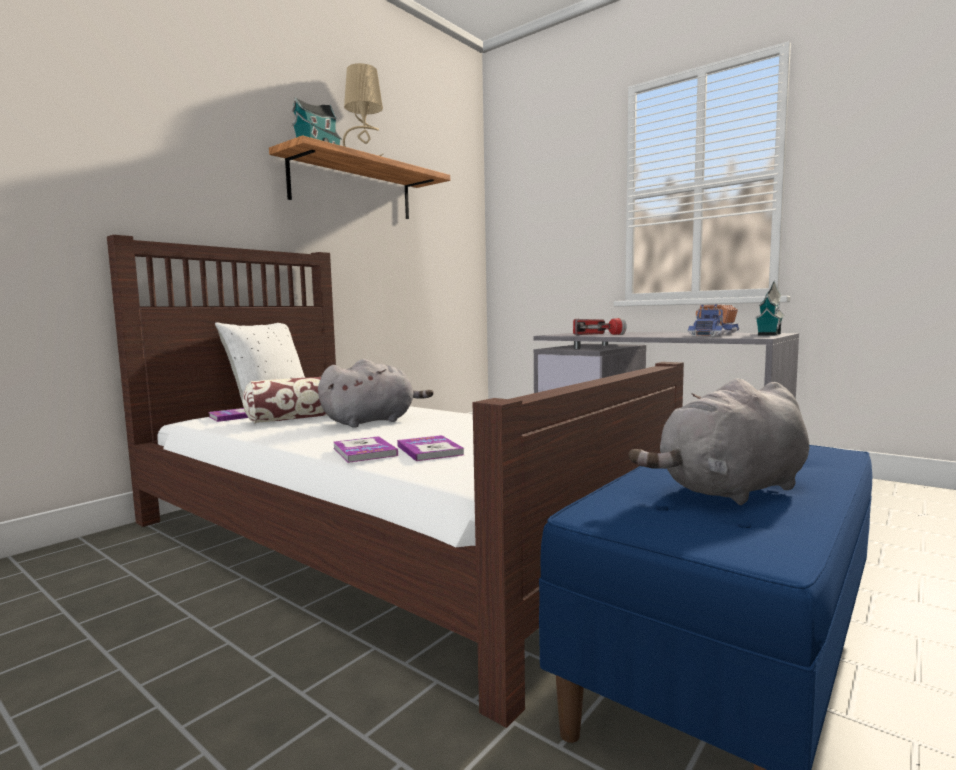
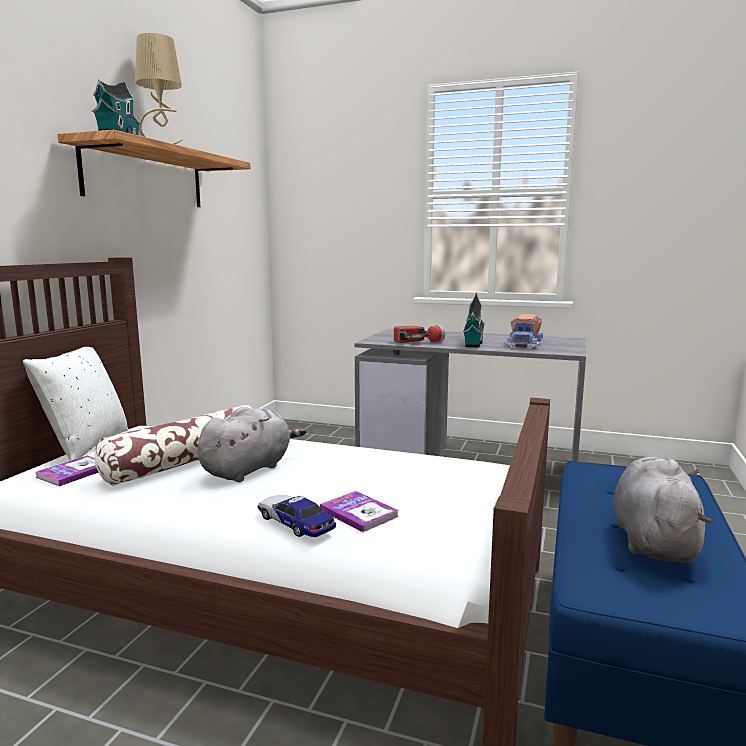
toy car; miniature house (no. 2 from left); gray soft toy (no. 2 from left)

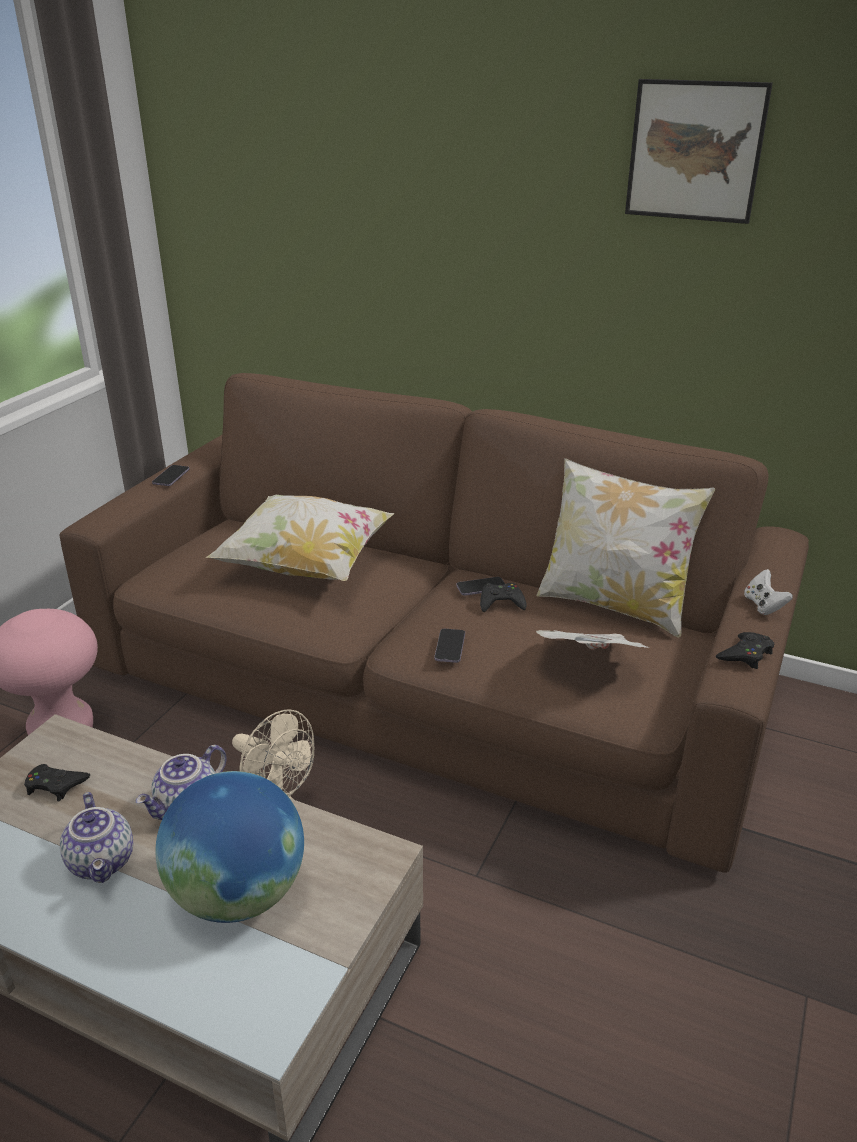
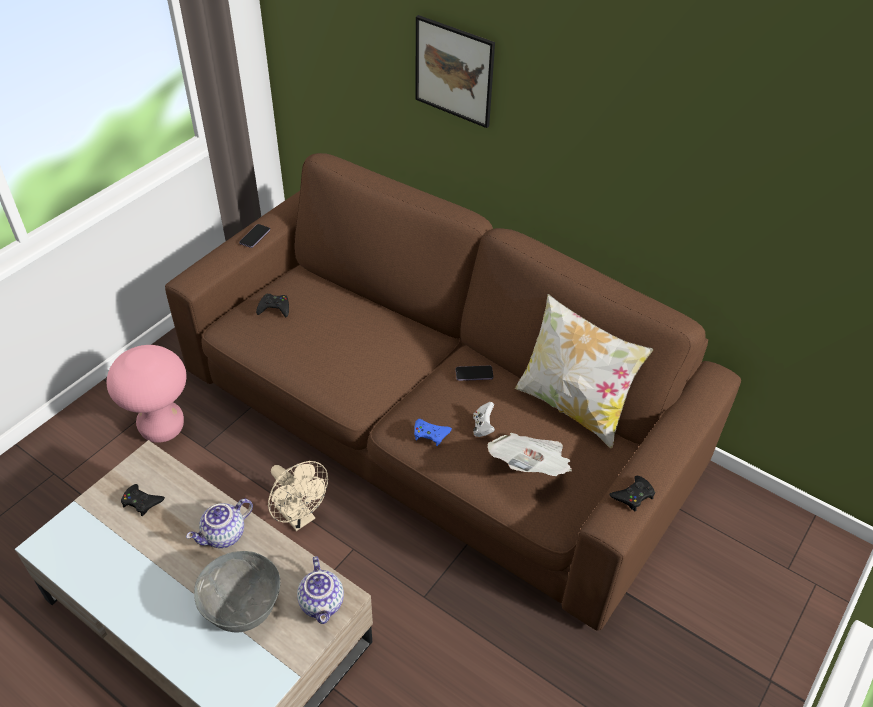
gray serving bowl; blackish gamepad (no. 2 from left); teapot (no. 2 from left); blue-coloured gamepad; picture; white gamepad; pillow (no. 1 from left in the first image)

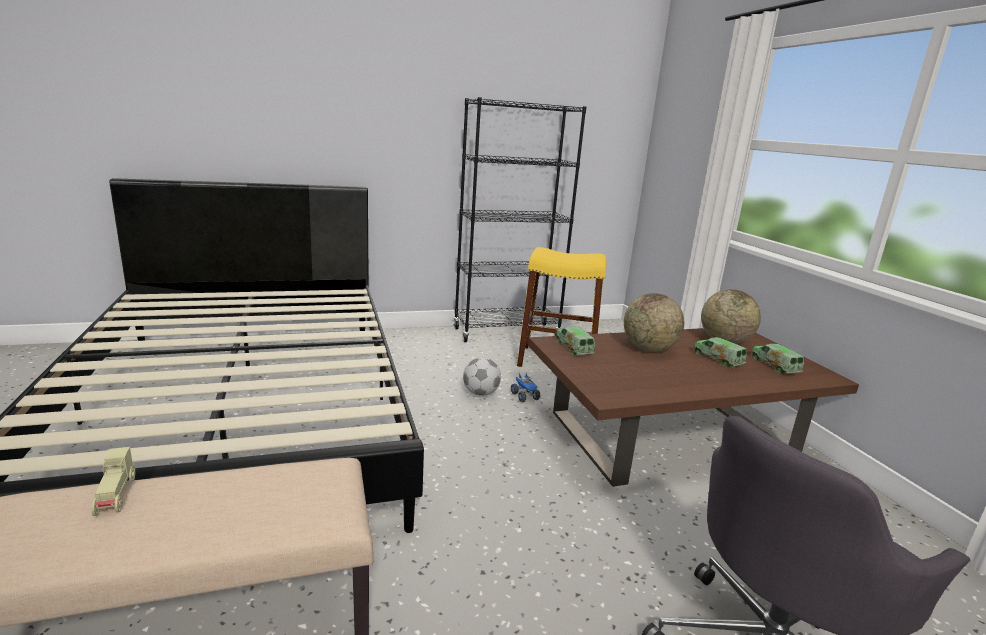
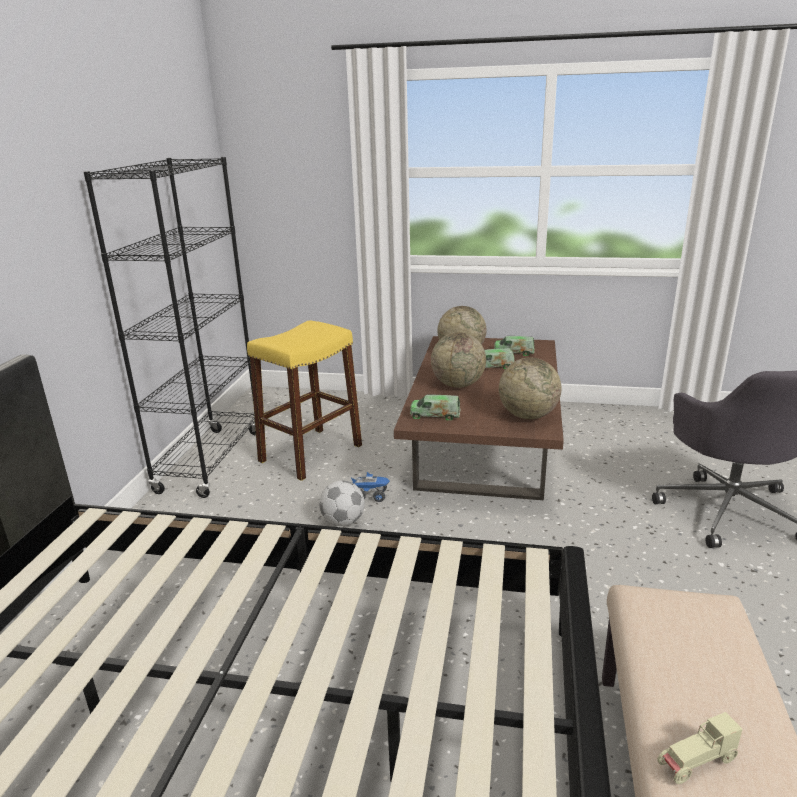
globe (no. 3 from left); beige-coloured toy car

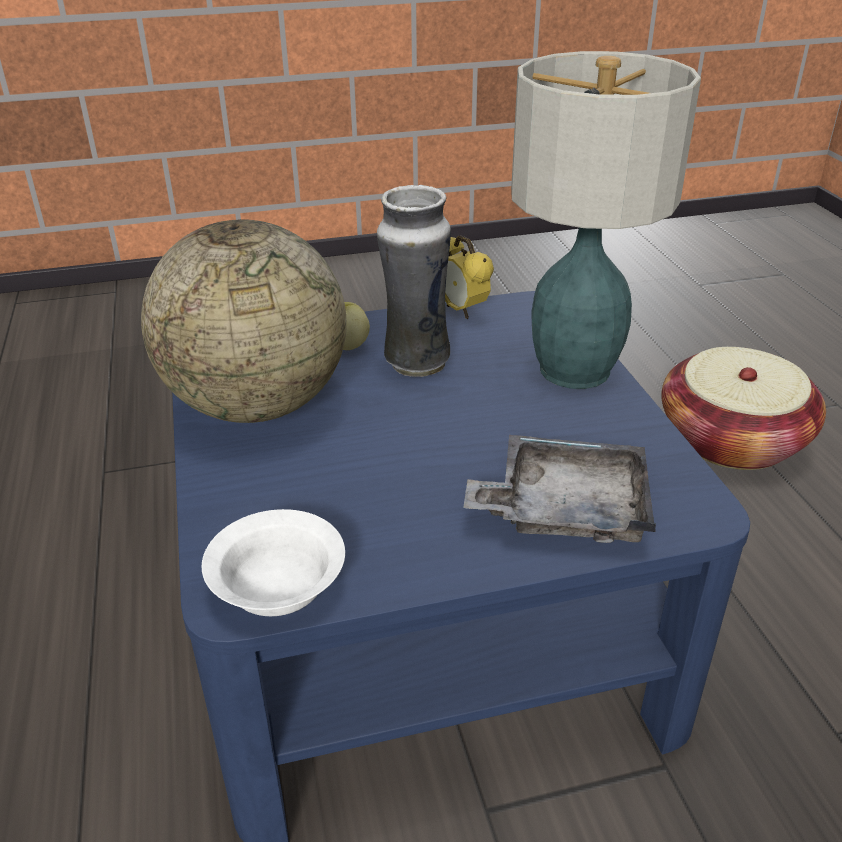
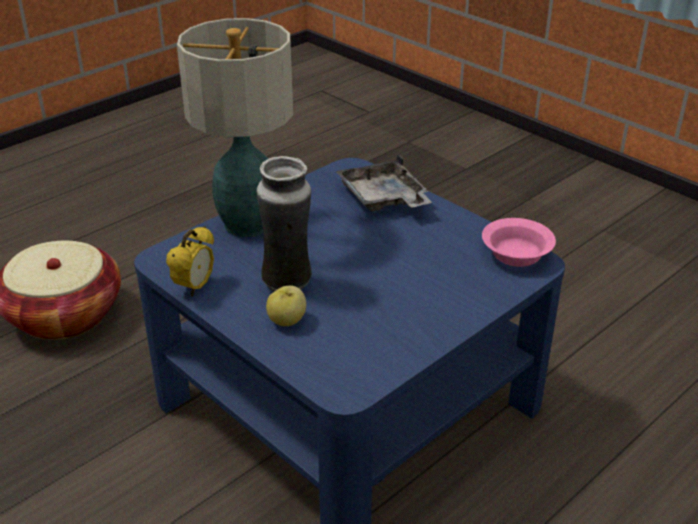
pink serving bowl; globe

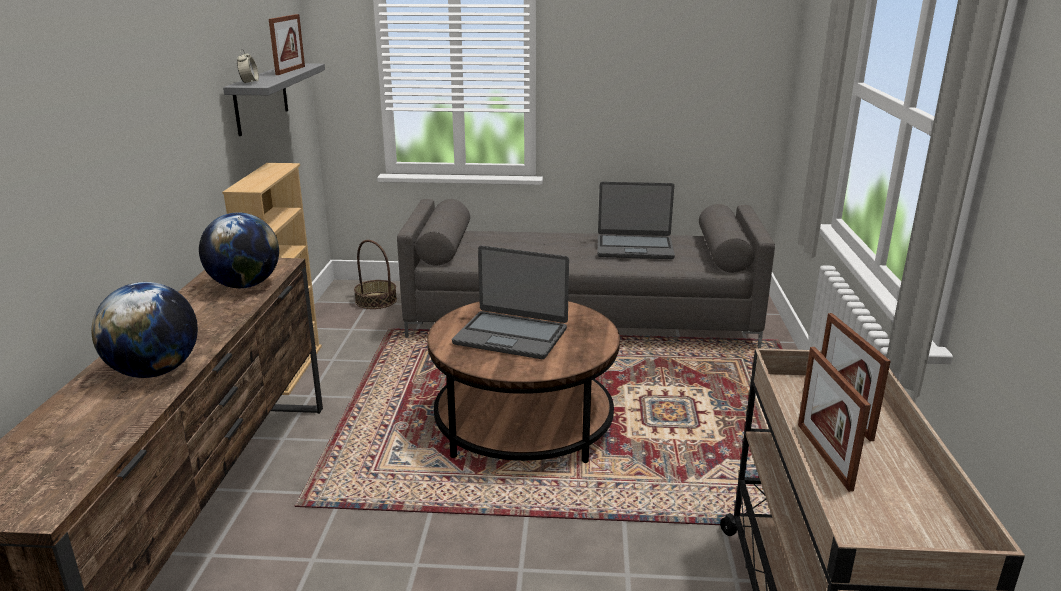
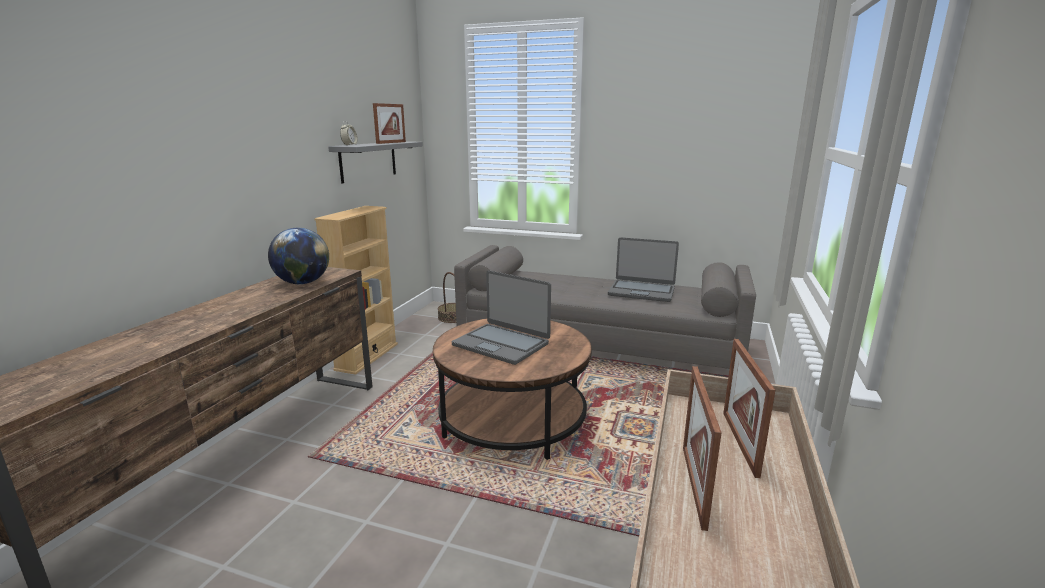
globe (no. 1 from left in the first image)

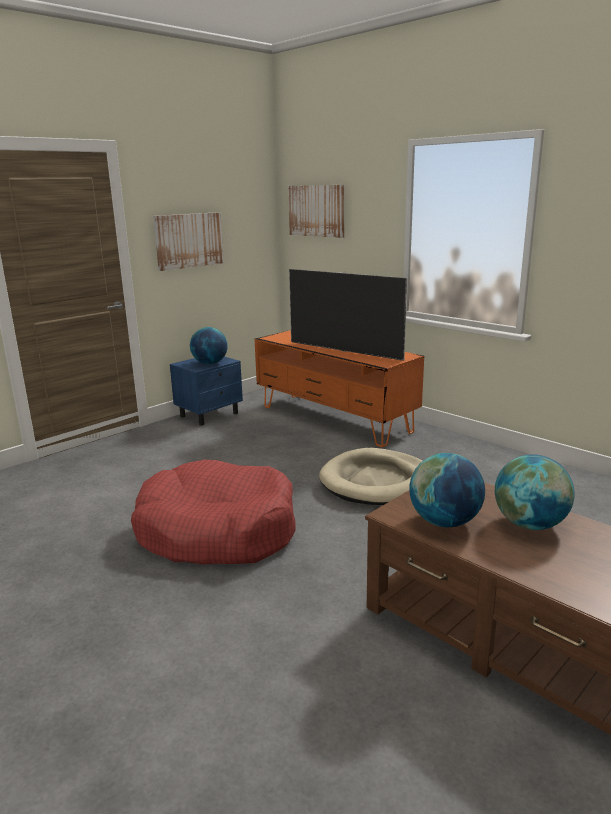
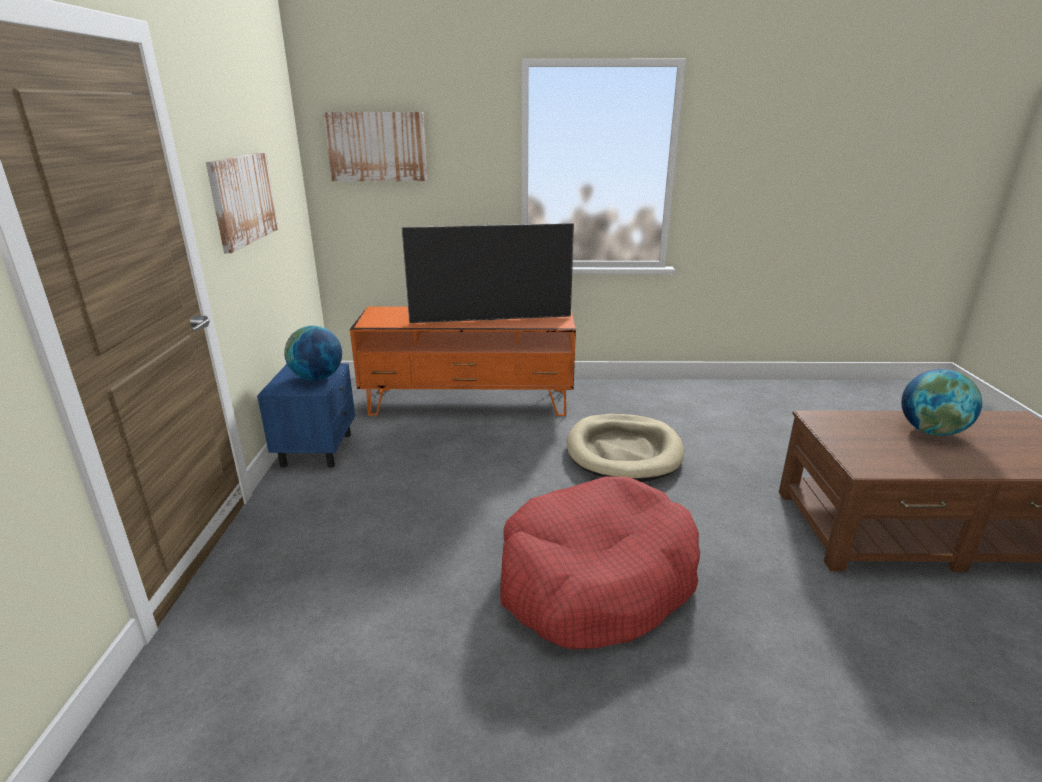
globe (no. 2 from left in the first image)

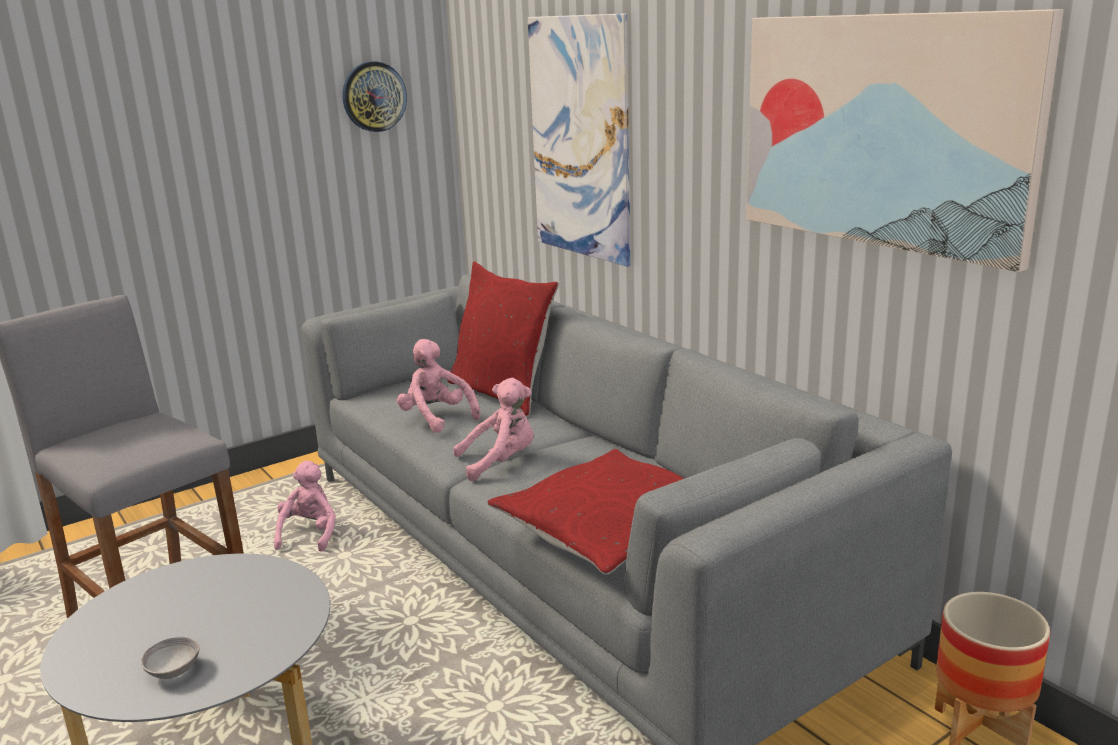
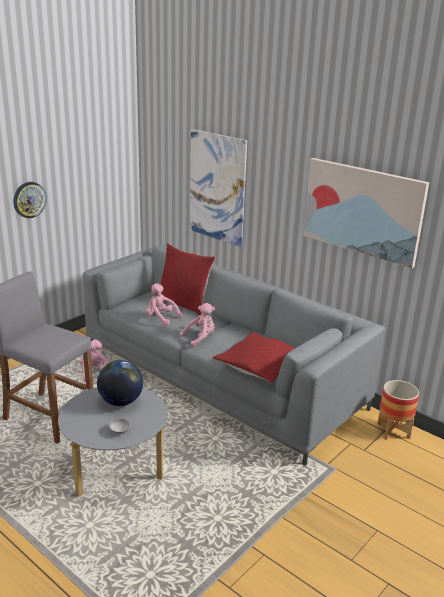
wall clock; globe

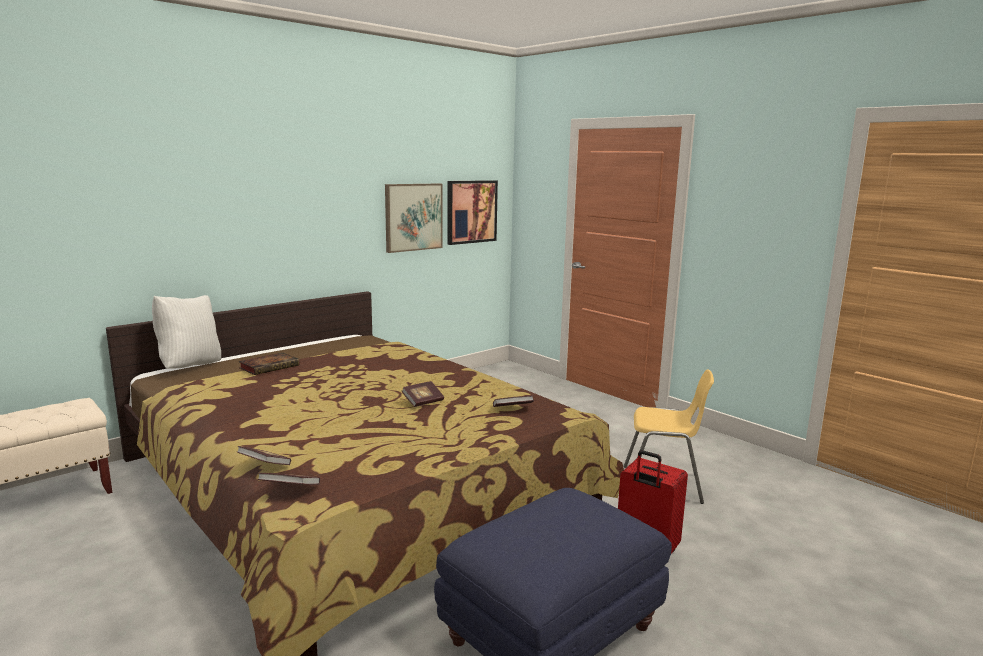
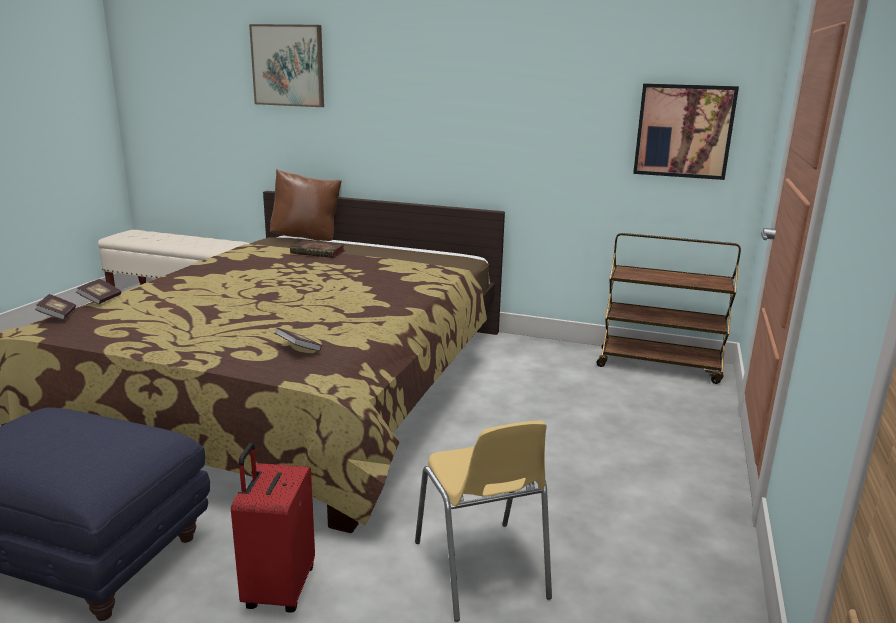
picture (no. 1 from left); brown-coloured pillow; brown-coloured trolley; bound book (no. 4 from left in the first image)

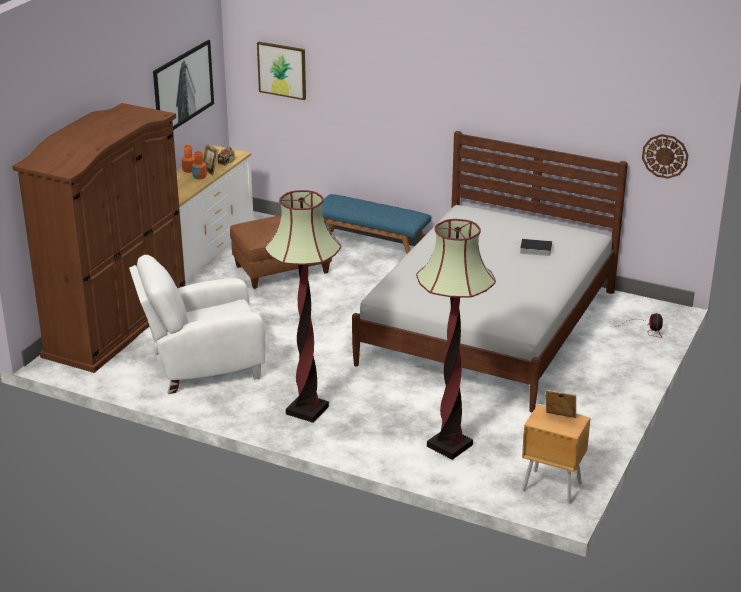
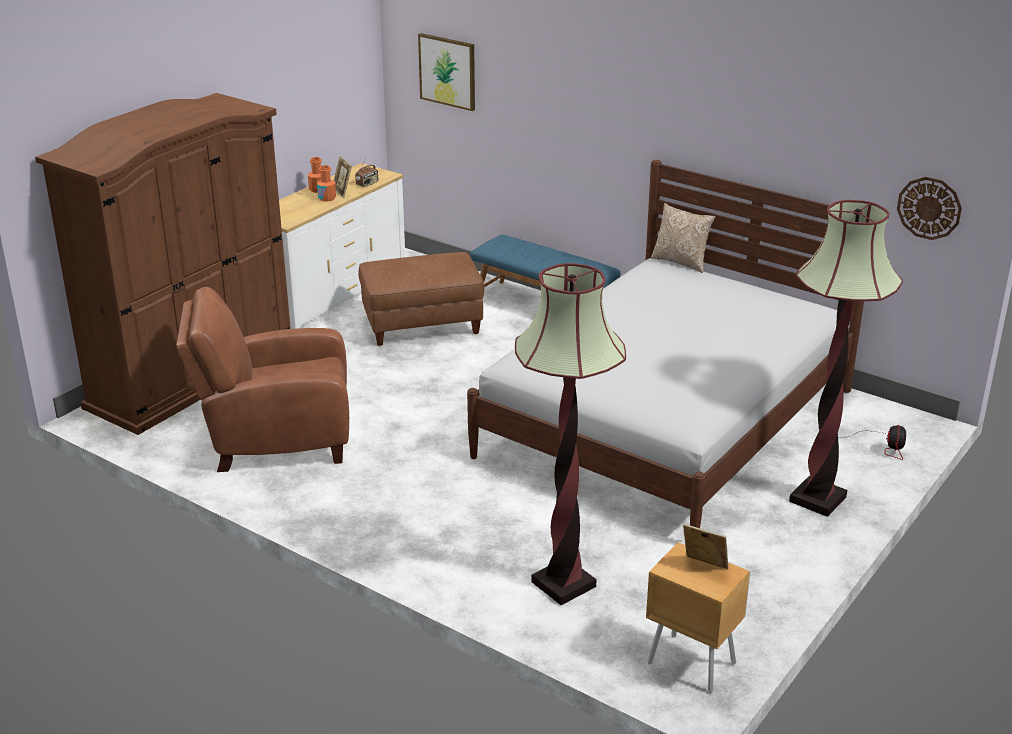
brown-coloured lounge chair; pillow; standard lamp (no. 2 from left); picture (no. 1 from left in the first image); bound book

